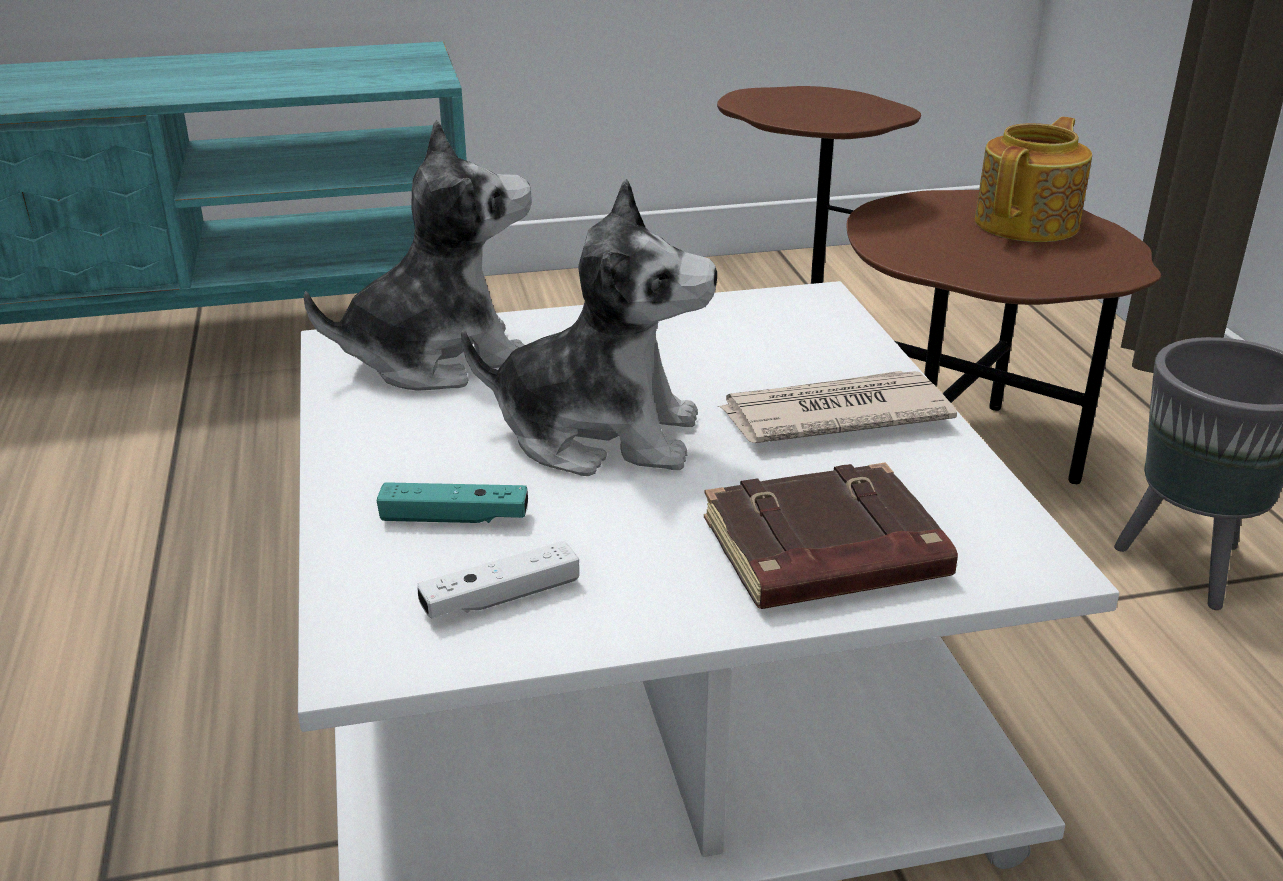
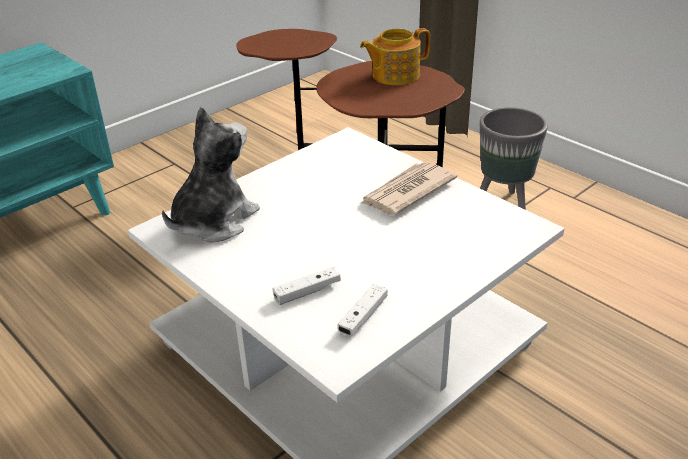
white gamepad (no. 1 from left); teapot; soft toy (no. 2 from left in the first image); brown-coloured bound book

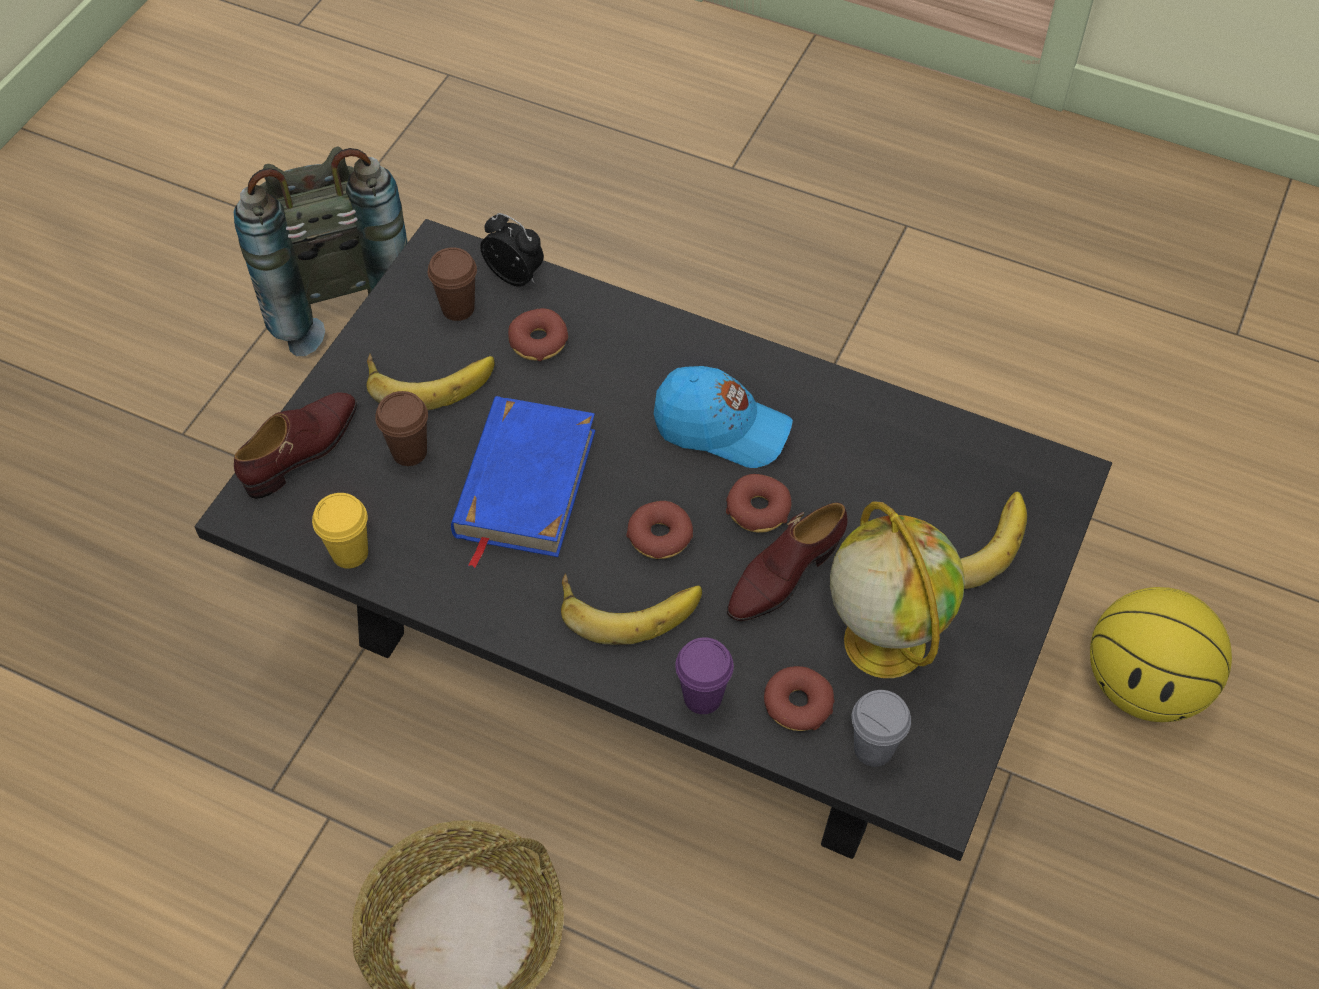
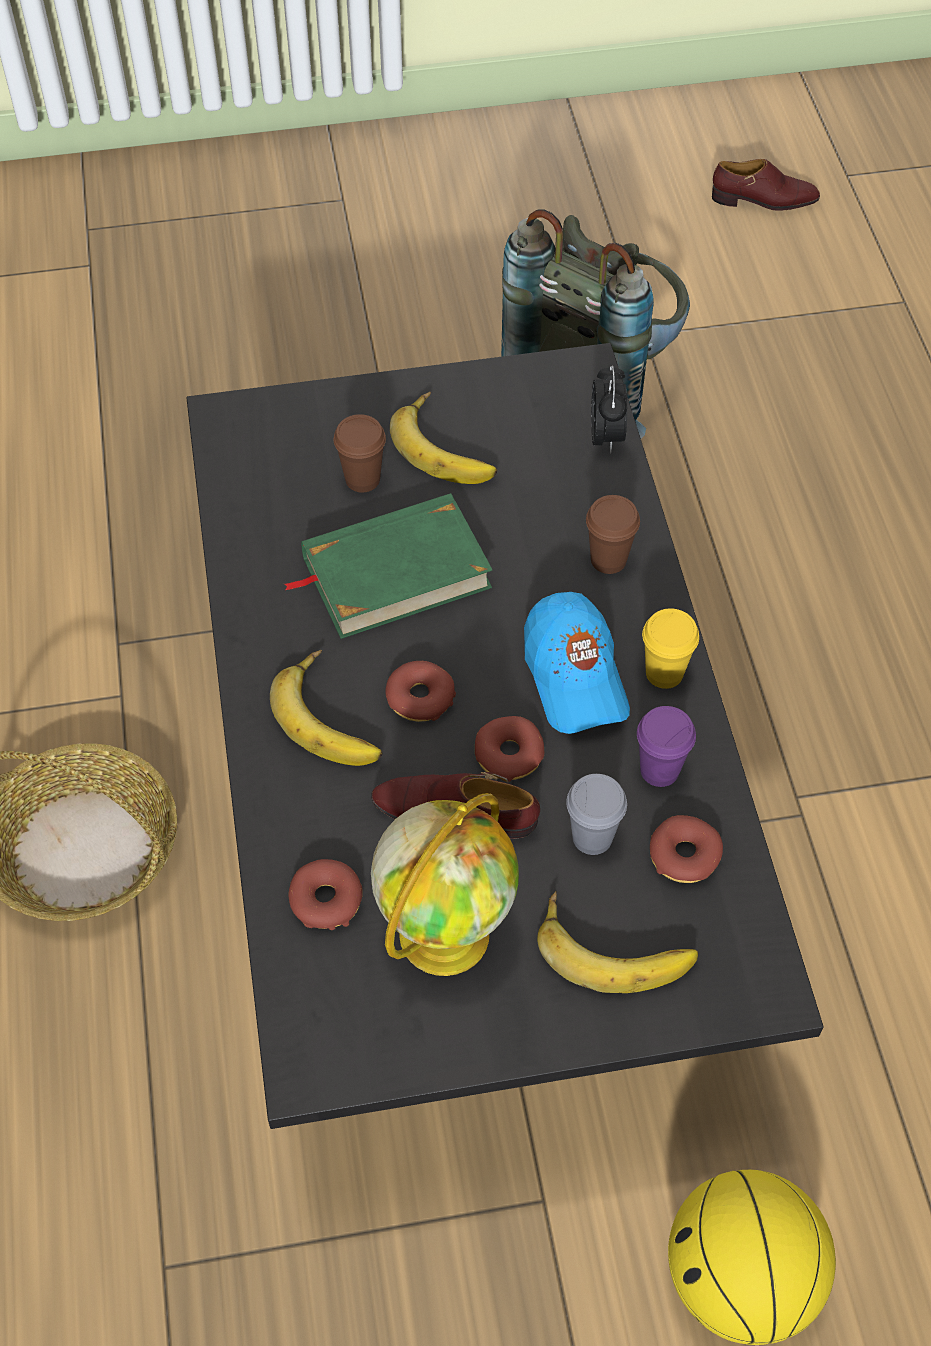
greenish bound book; gray small cup; brown-coloured small cup (no. 2 from left); purple-coloured small cup; yellow small cup; donut (no. 4 from left); brown-coloured shoe (no. 2 from left)

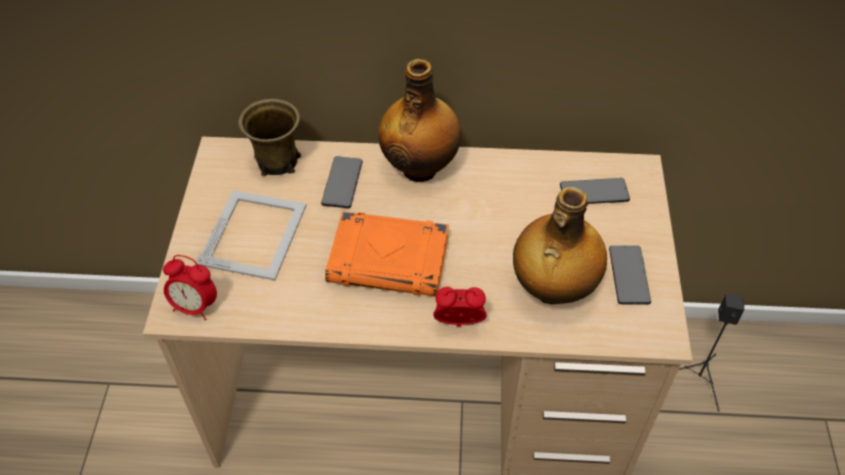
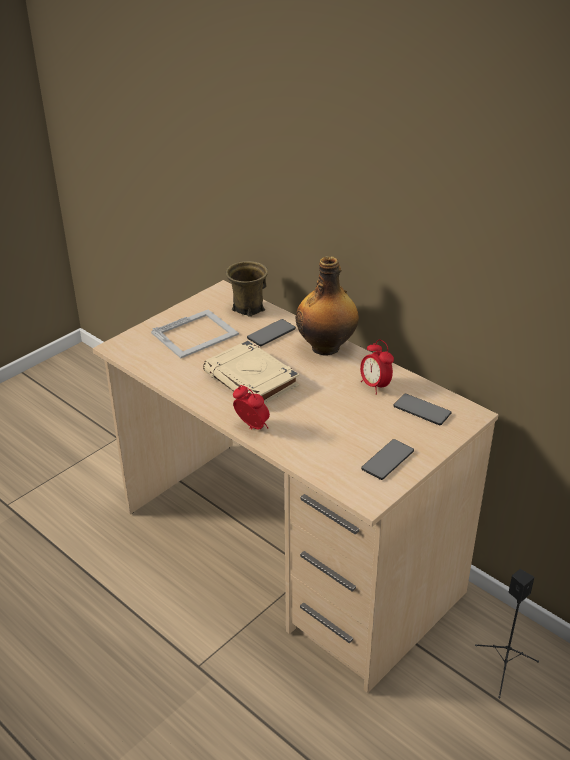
beige-coloured bound book; alarm clock (no. 2 from left); bottle (no. 2 from left in the first image)

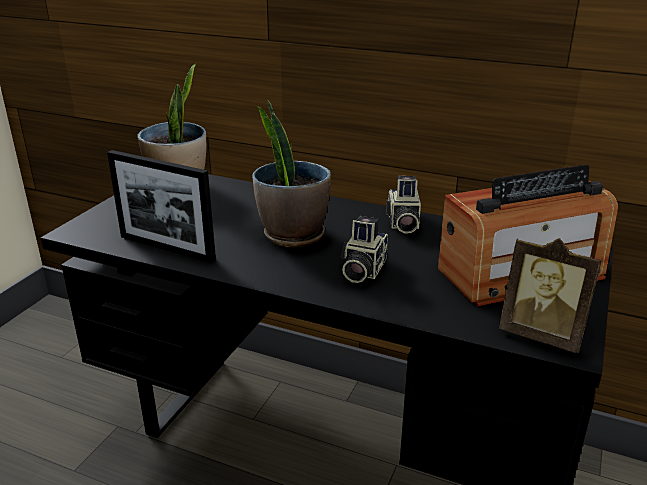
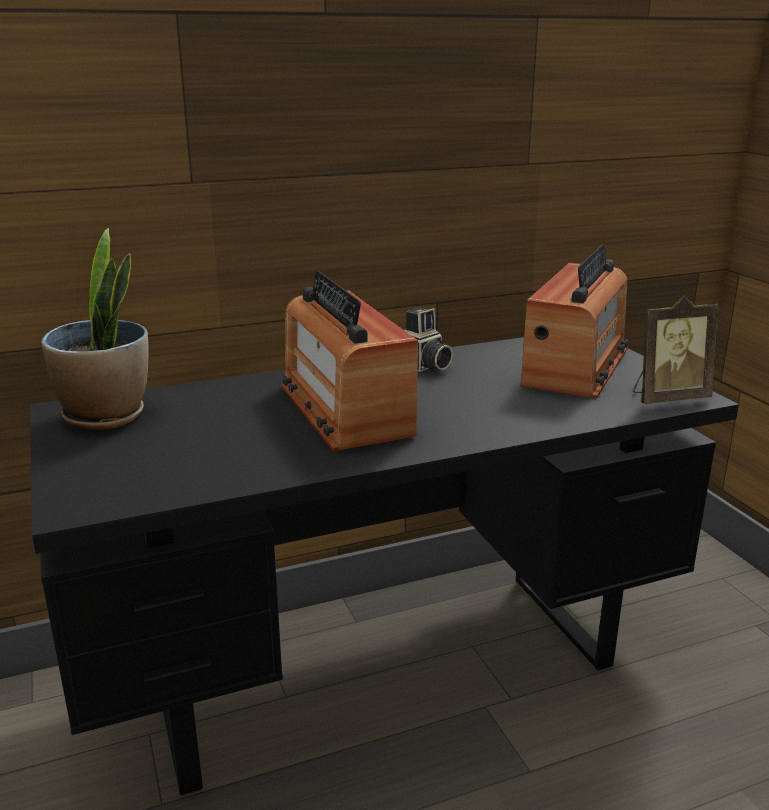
radio (no. 1 from left); picture frame (no. 1 from left in the first image); photo camera (no. 1 from left in the first image)

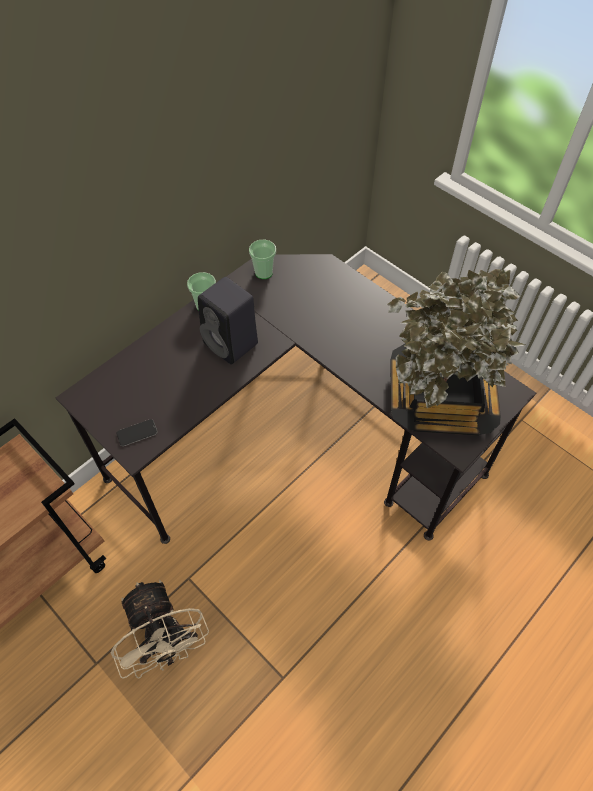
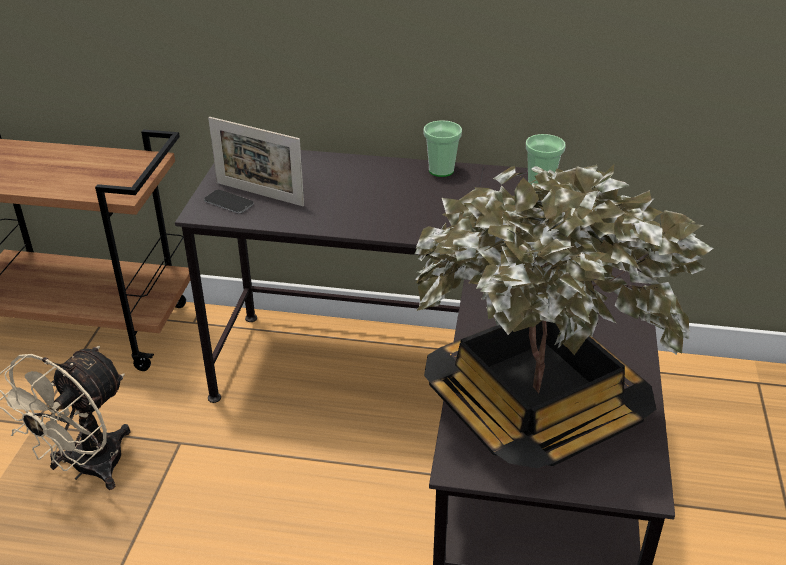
picture frame; blackish speaker

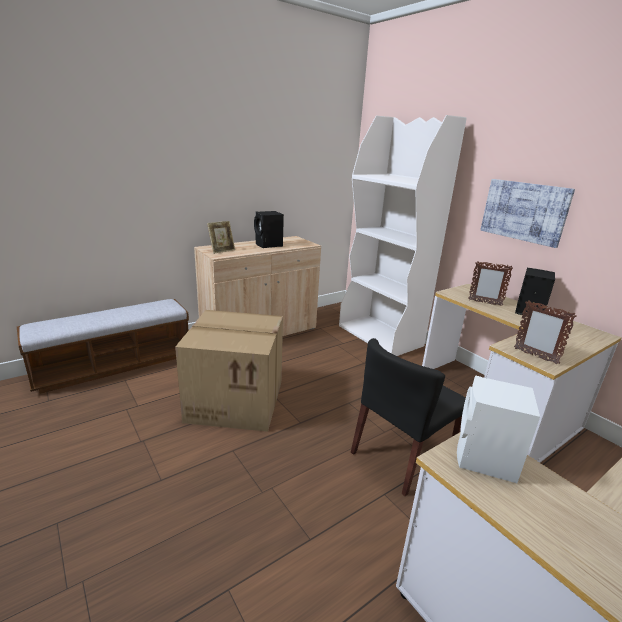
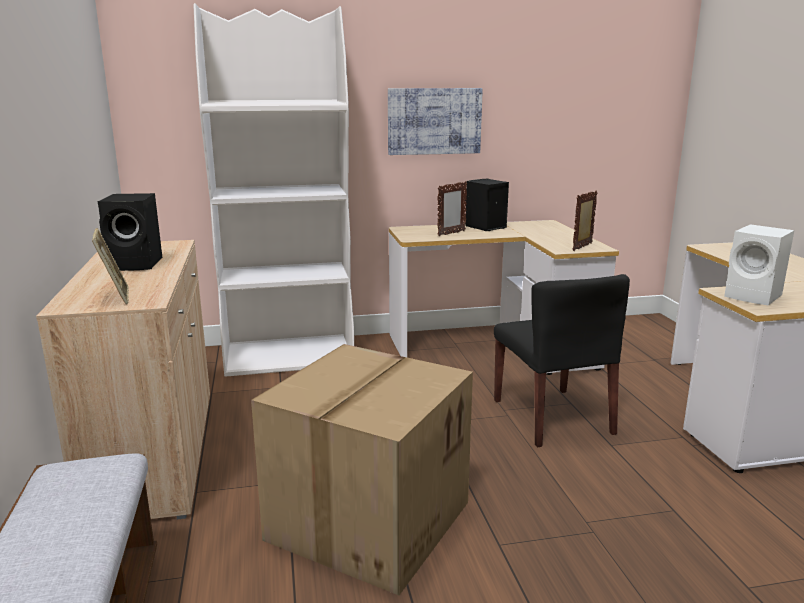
picture frame (no. 3 from left)

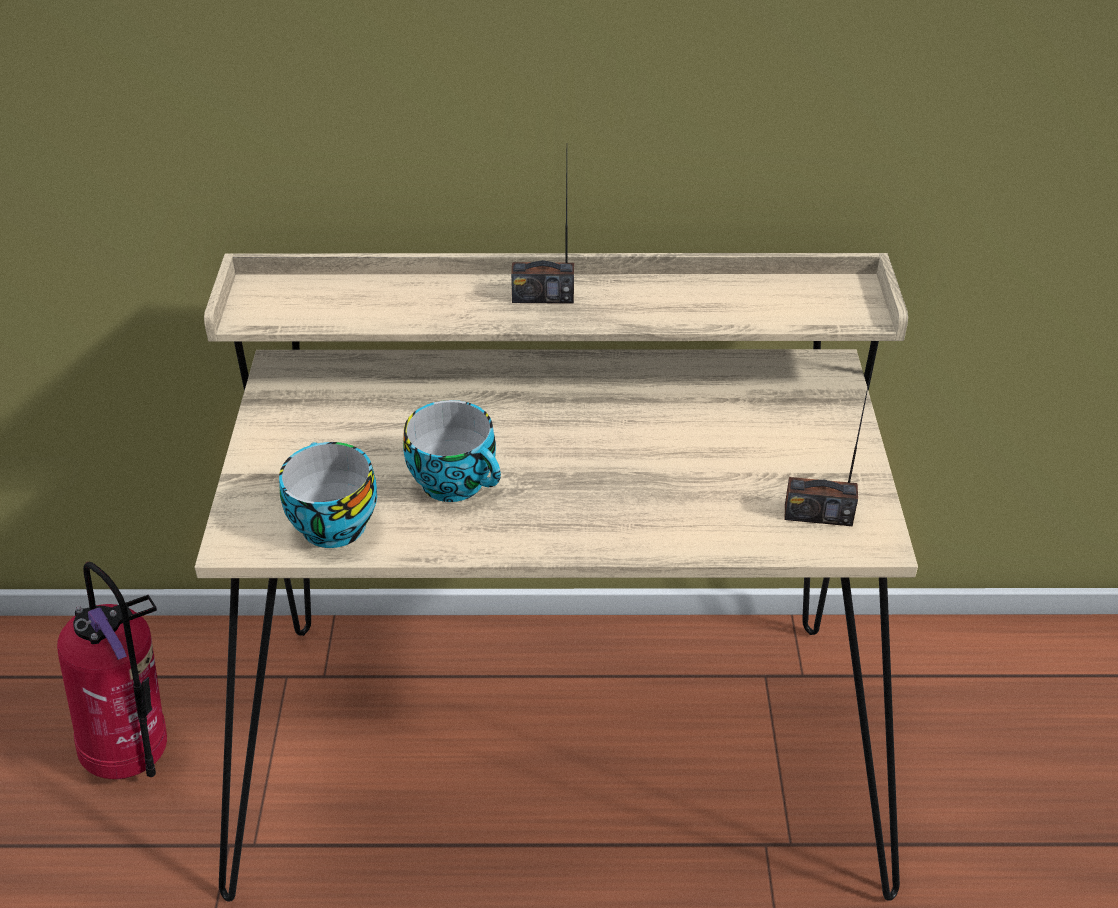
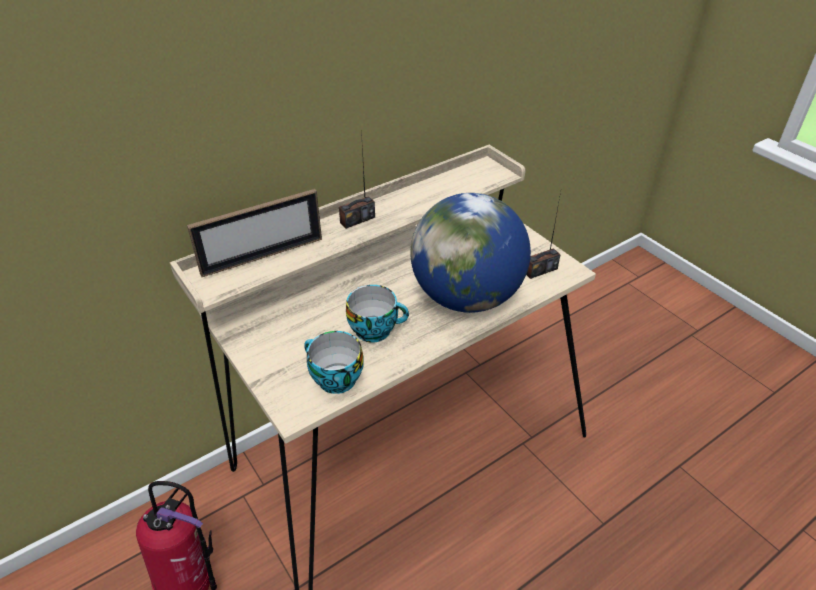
picture frame; globe

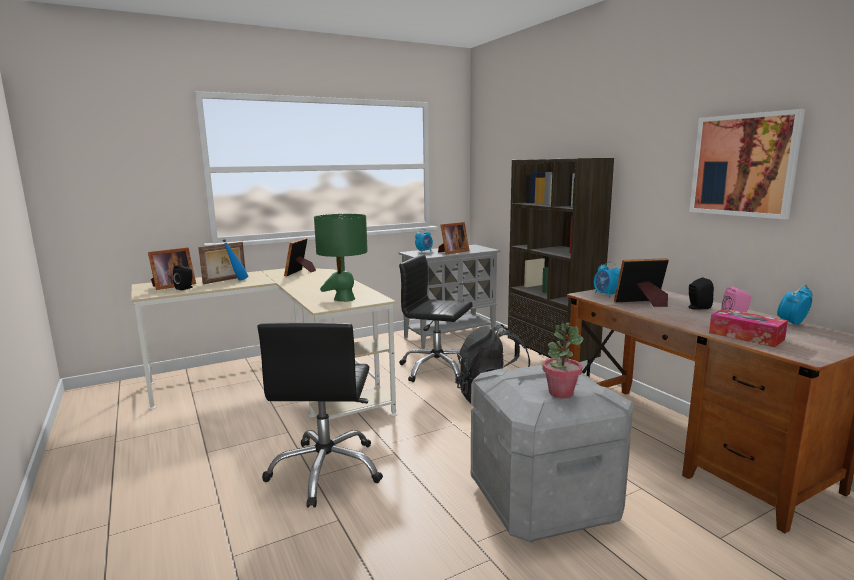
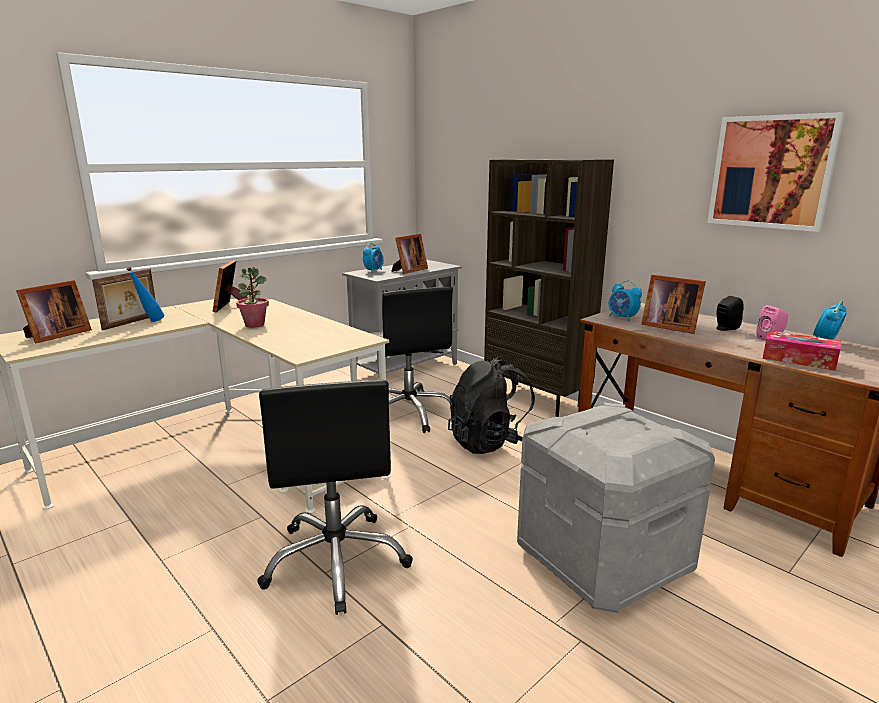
plant in a pot; blackish office chair (no. 2 from left); picture frame (no. 5 from left); blackish speaker (no. 1 from left in the first image); greenish lamp for a table

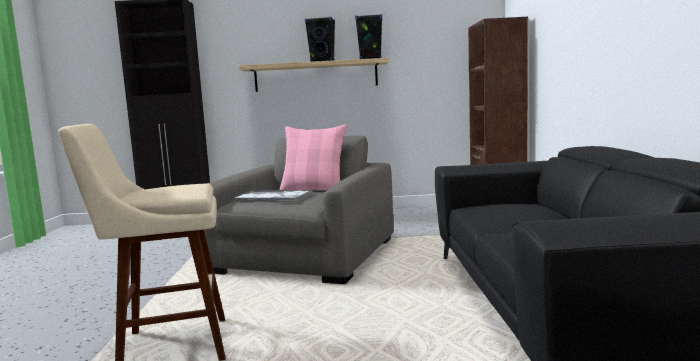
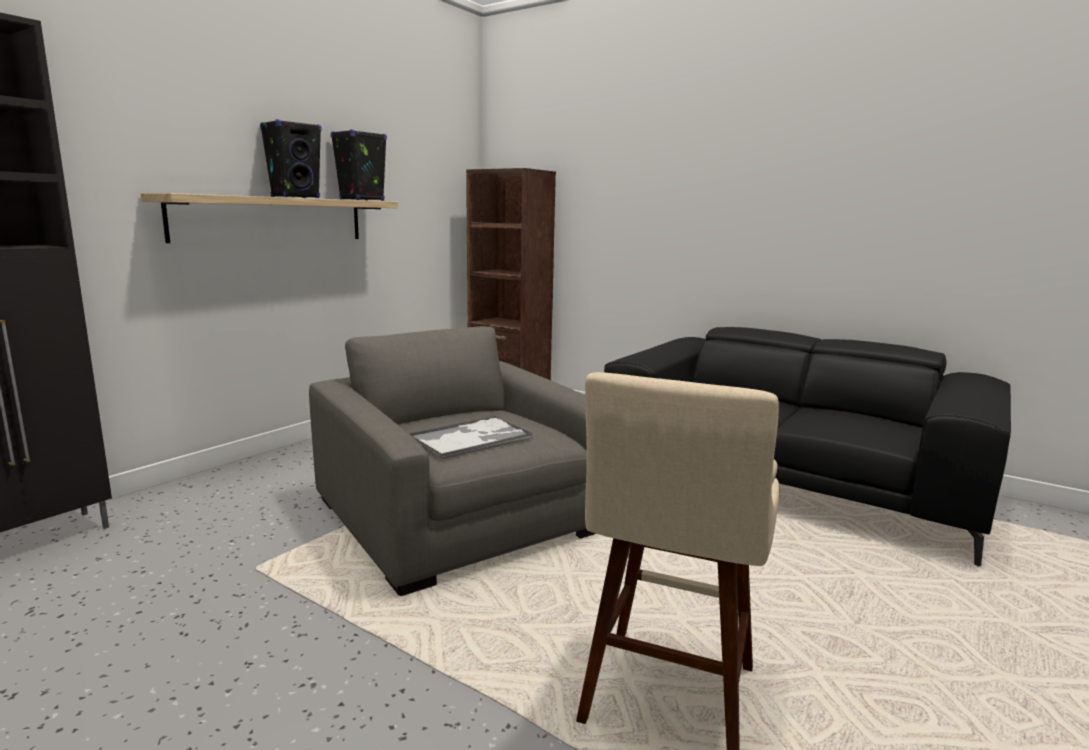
pink pillow

